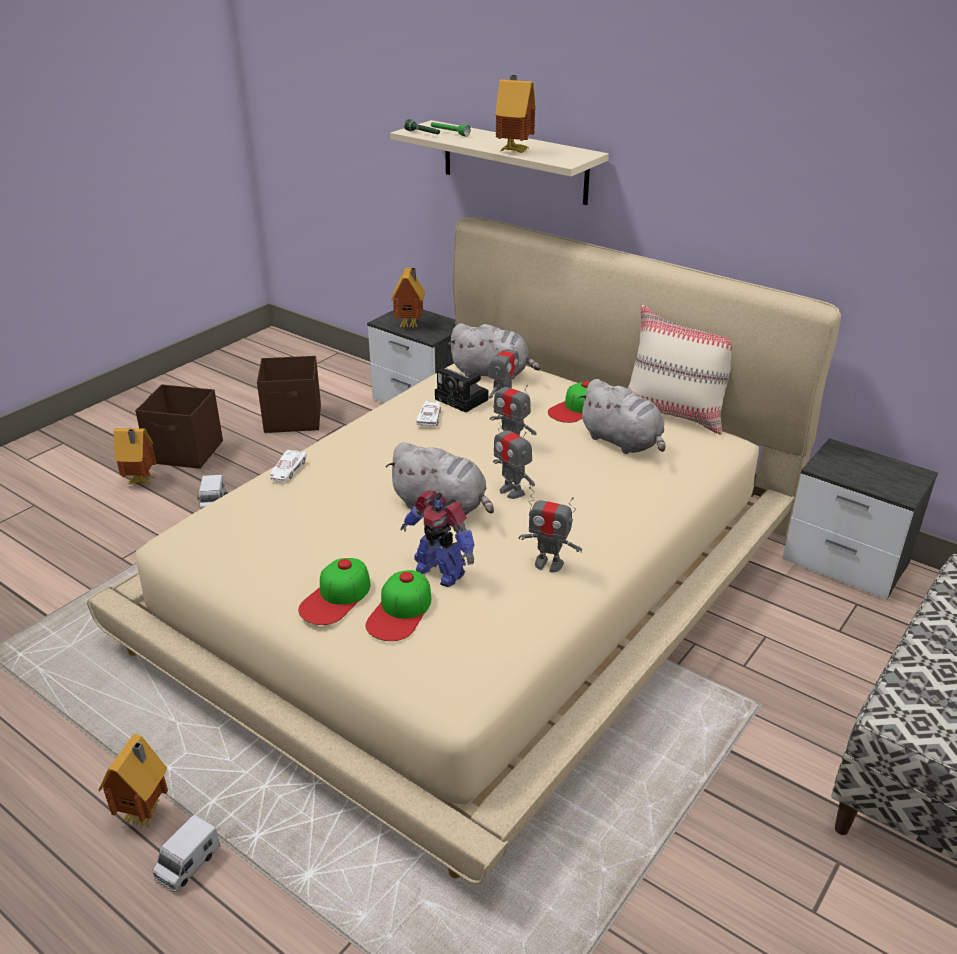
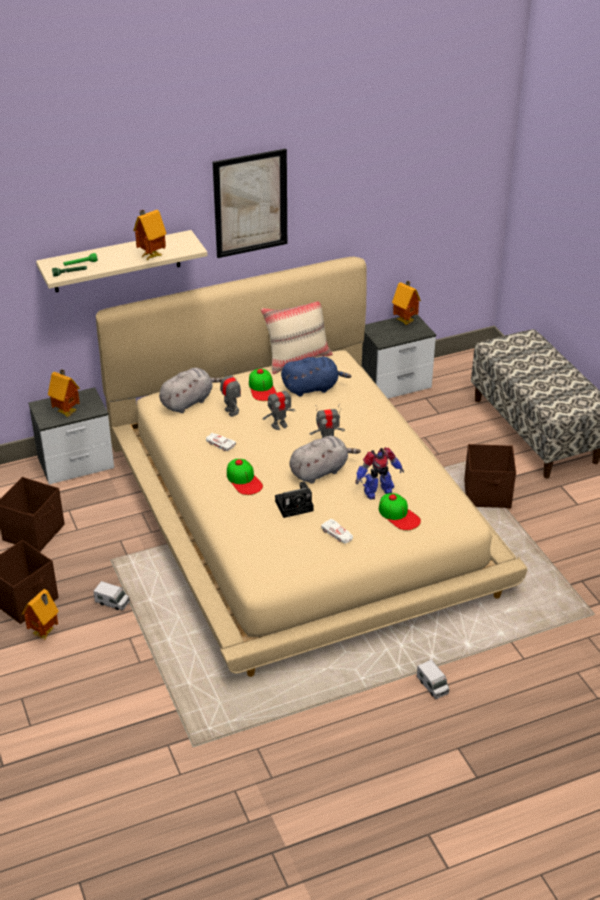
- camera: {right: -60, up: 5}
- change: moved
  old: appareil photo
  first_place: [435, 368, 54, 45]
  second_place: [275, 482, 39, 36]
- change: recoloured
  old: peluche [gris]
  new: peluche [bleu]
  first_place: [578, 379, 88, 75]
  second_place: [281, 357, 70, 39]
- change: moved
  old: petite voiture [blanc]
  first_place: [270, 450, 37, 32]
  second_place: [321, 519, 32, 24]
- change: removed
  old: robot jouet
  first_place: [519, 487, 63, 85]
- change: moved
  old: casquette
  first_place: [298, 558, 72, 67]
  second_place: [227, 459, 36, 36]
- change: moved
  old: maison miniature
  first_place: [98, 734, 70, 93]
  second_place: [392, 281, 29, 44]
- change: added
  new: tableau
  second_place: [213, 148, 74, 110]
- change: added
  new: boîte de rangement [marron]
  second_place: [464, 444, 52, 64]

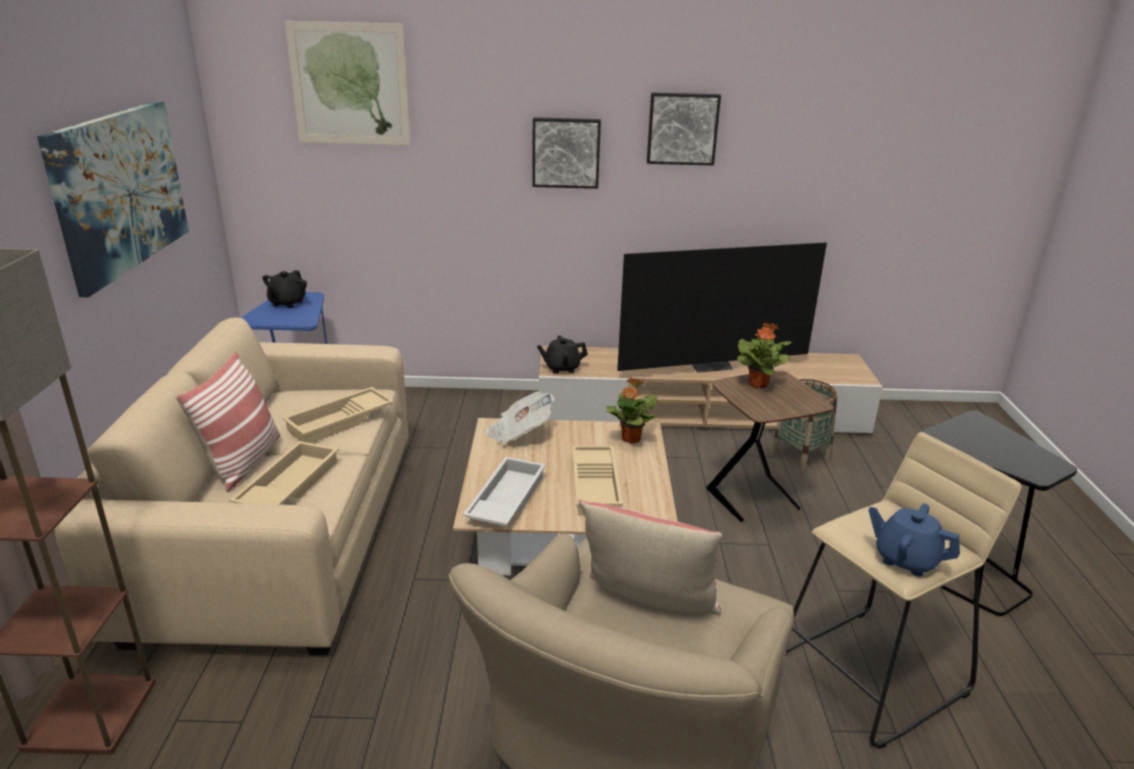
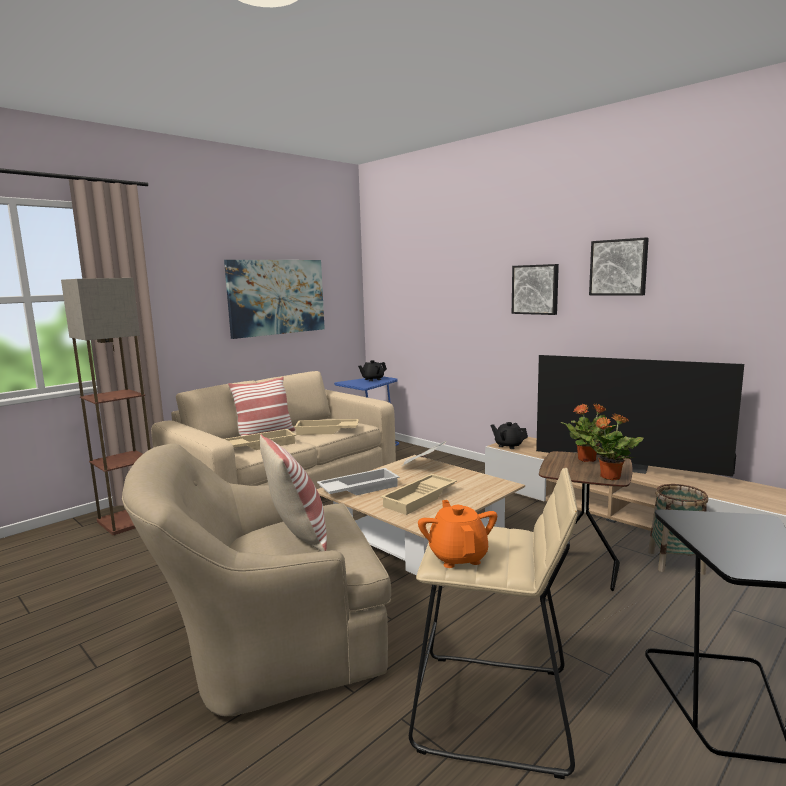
- camera: {right: 45, up: -15}
- change: removed
  old: tableau
  first_place: [285, 21, 126, 124]
- change: moved
  old: plante en pot
  first_place: [606, 377, 52, 66]
  second_place: [580, 413, 64, 67]
- change: recoloured
  old: théière [bleu]
  new: théière [orange]
  first_place: [869, 504, 91, 72]
  second_place: [418, 500, 79, 68]

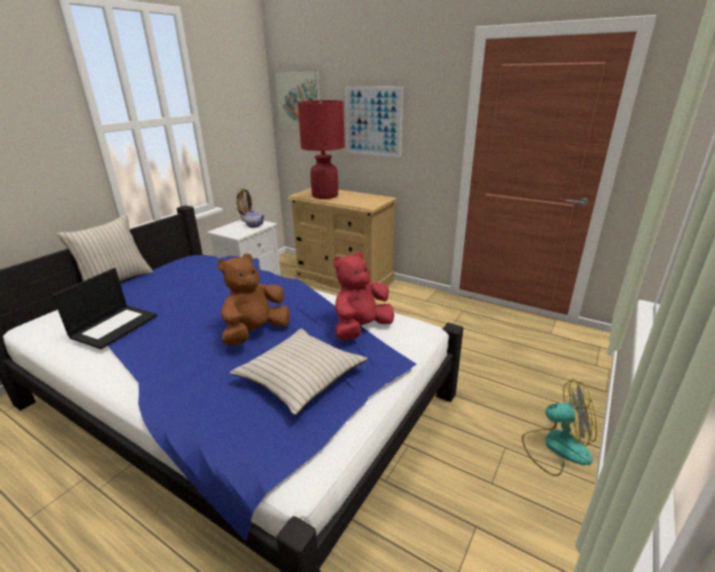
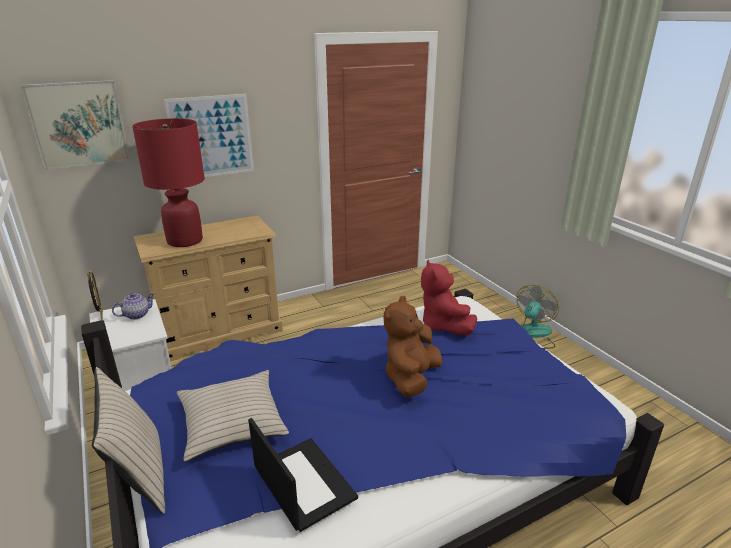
- camera: {right: -60, up: 0}
- change: turned
  old: peluche [marron]
  first_place: [218, 254, 72, 92]
  second_place: [384, 296, 58, 101]
  degrees: 45
- change: moved
  old: coussin [beige]
  first_place: [230, 329, 138, 86]
  second_place: [177, 370, 112, 92]

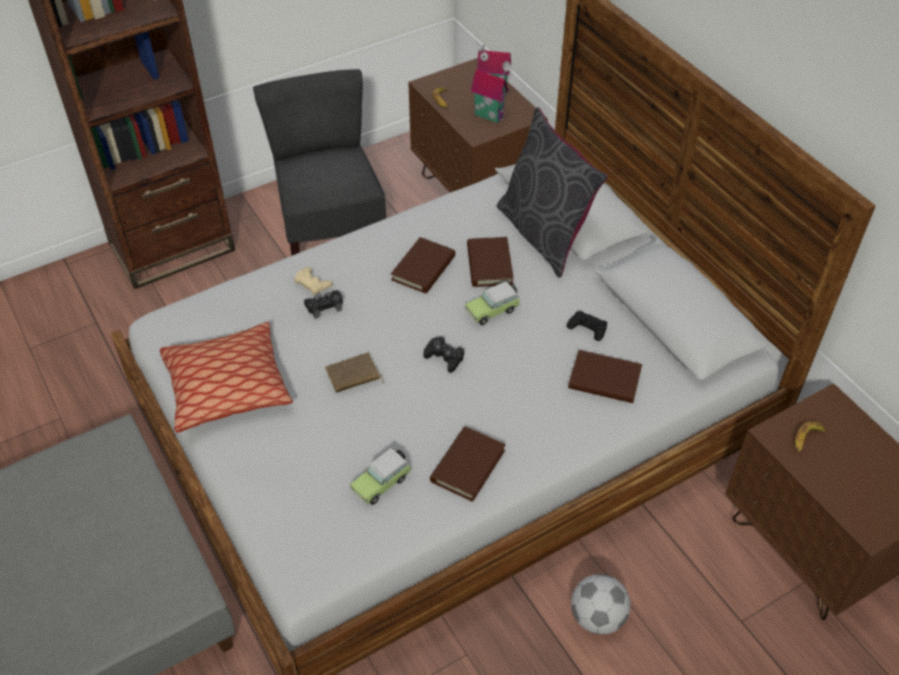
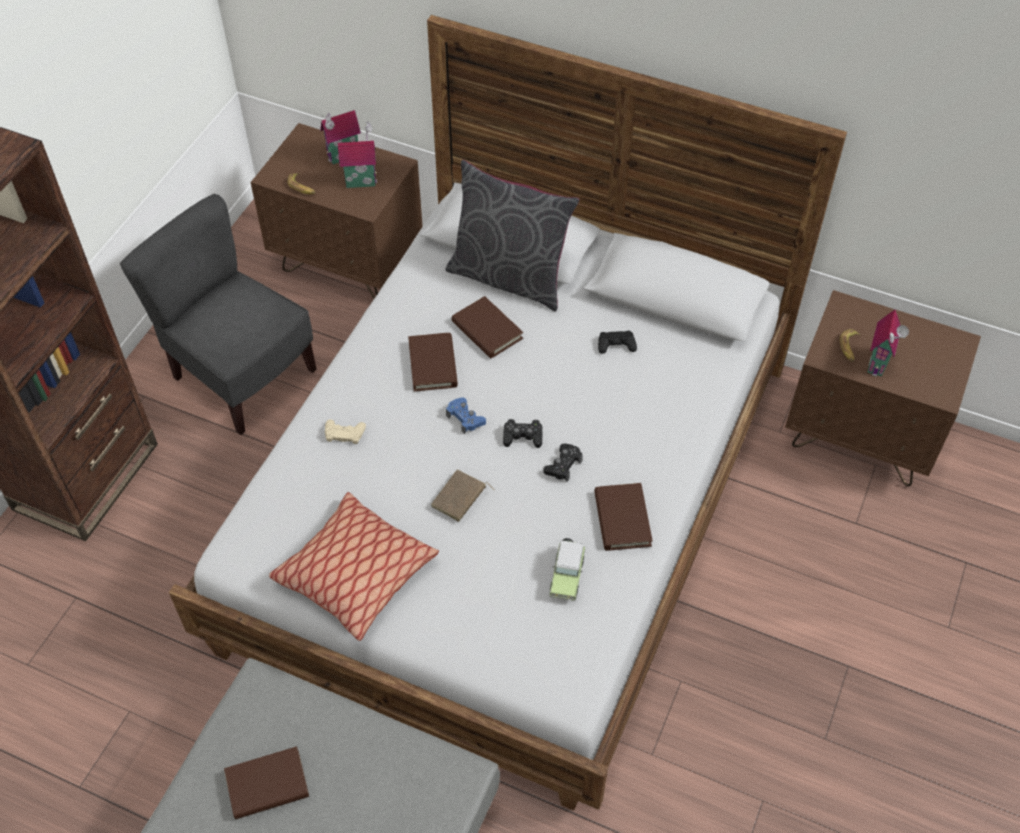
- camera: {right: -35, up: 5}
- change: removed
  old: petite voiture
  first_place: [465, 281, 55, 44]
- change: moved
  old: manette [noir]
  first_place: [304, 290, 39, 29]
  second_place: [543, 444, 40, 38]
- change: moved
  old: livre [marron]
  first_place: [568, 350, 74, 53]
  second_place: [224, 747, 85, 72]
- change: removed
  old: ballon de foot
  first_place: [571, 574, 59, 61]
- change: added
  new: maison miniature
  second_place: [867, 309, 42, 68]
- change: added
  new: manette [bleu]
  second_place: [446, 398, 40, 36]

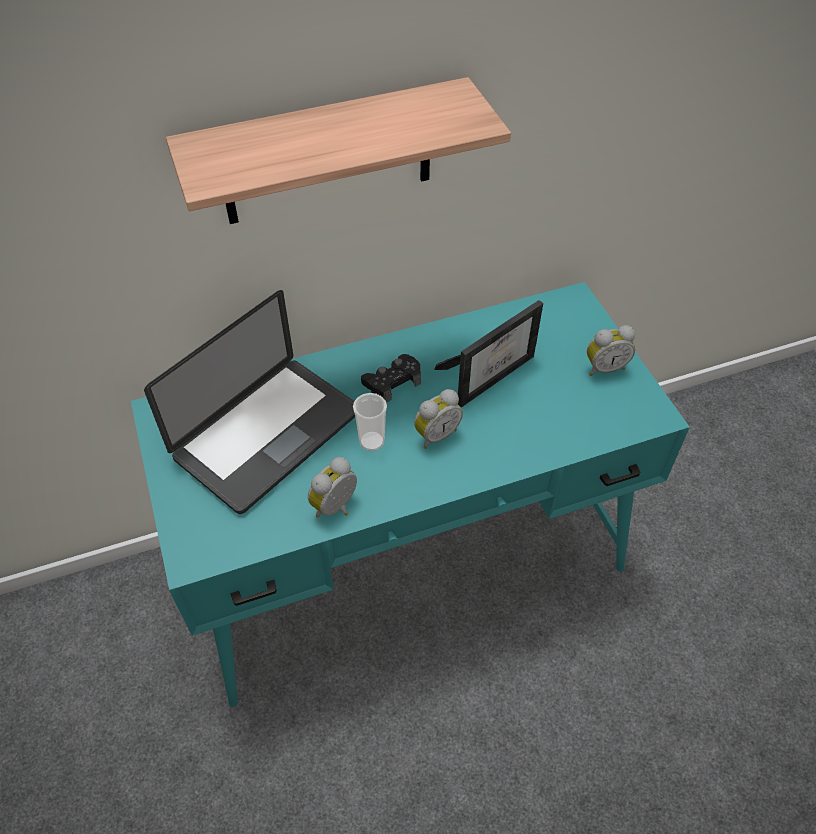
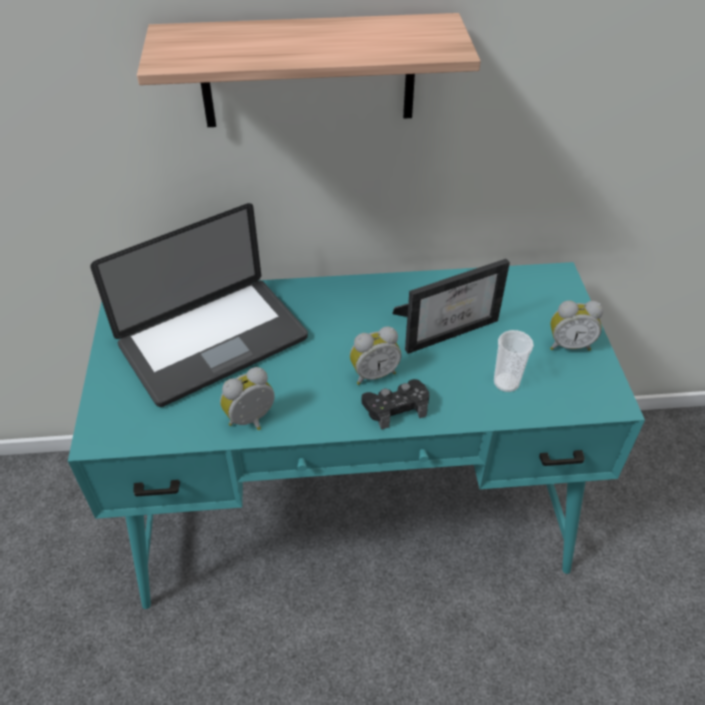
- camera: {right: 15, up: -5}
- change: moved
  old: manette [noir]
  first_place: [361, 354, 60, 49]
  second_place: [362, 379, 67, 51]
- change: moved
  old: tasse
  first_place: [353, 393, 34, 58]
  second_place: [494, 330, 40, 62]

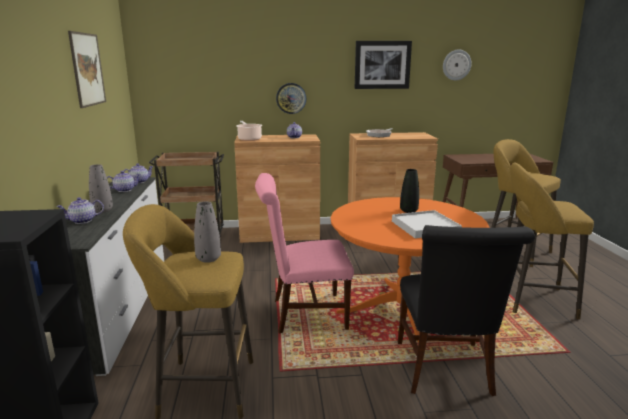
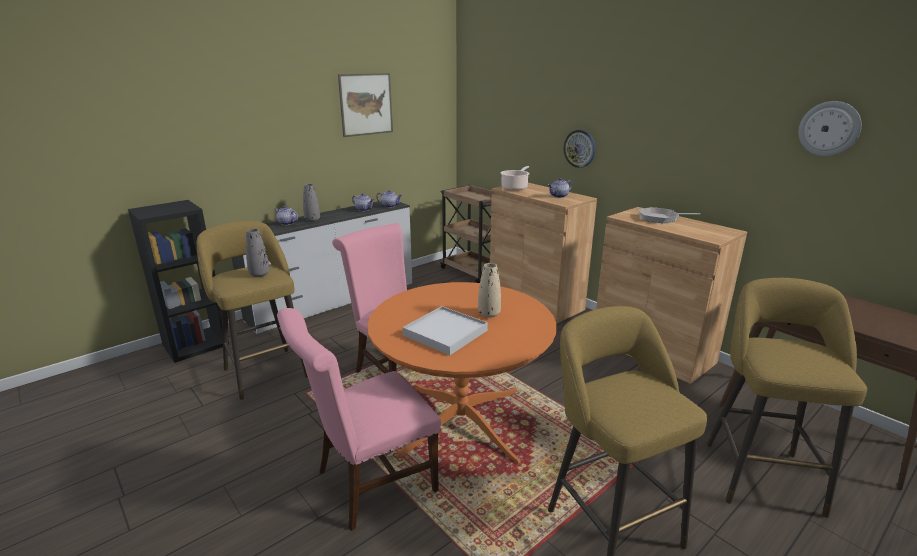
- camera: {right: 55, up: 5}
- change: removed
  old: tableau
  first_place: [355, 41, 57, 48]
- change: recoloured
  old: vase [noir]
  new: vase [beige]
  first_place: [400, 169, 19, 44]
  second_place: [478, 263, 23, 55]
- change: recoloured
  old: chaise [noir]
  new: chaise [rose]
  first_place: [398, 225, 137, 171]
  second_place: [277, 308, 164, 223]

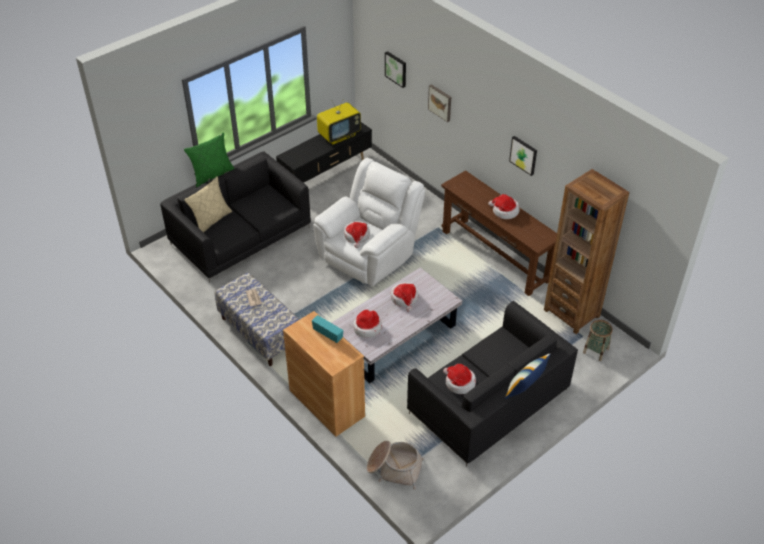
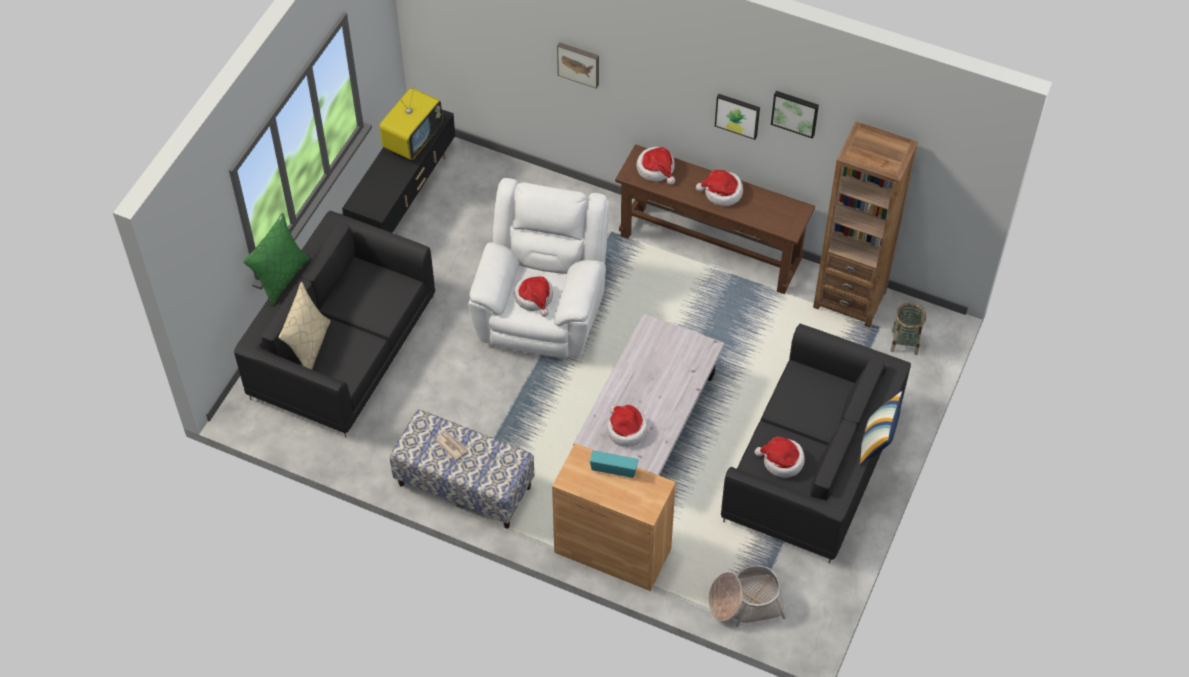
- camera: {right: -25, up: 10}
- change: moved
  old: tableau
  first_place: [385, 51, 21, 37]
  second_place: [771, 91, 48, 48]
- change: moved
  old: chapeau
  first_place: [391, 282, 27, 30]
  second_place: [637, 147, 38, 38]

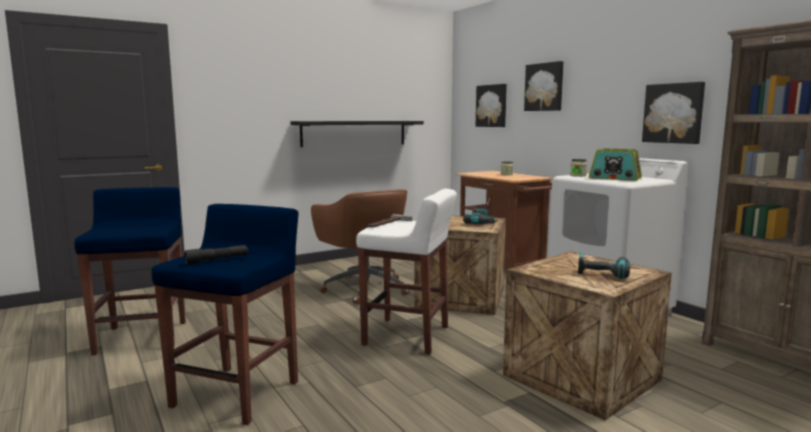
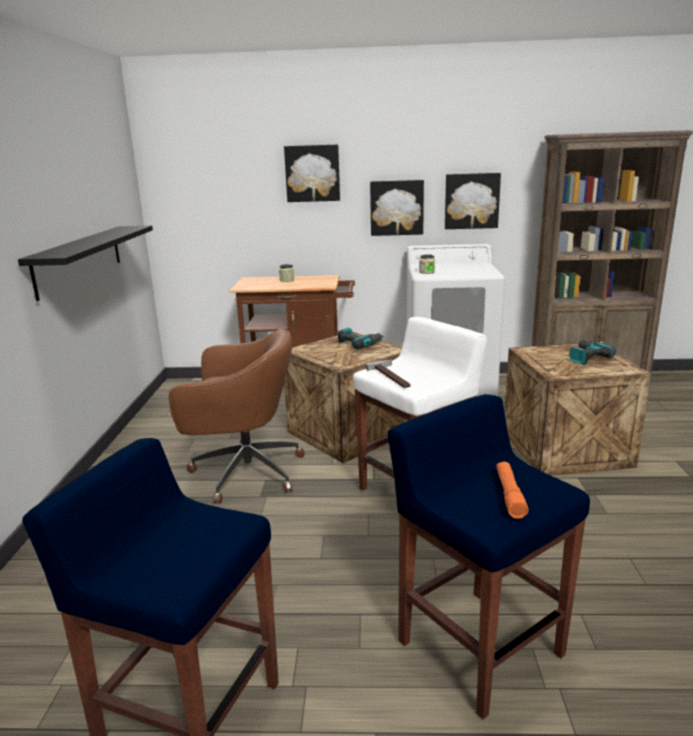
- camera: {right: -55, up: 10}
- change: moved
  old: tableau
  first_place: [476, 84, 31, 43]
  second_place: [370, 180, 54, 56]
- change: removed
  old: radio
  first_place: [589, 148, 53, 33]
- change: recoloured
  old: lampe de poche [noir]
  new: lampe de poche [orange]
  first_place: [184, 245, 65, 19]
  second_place: [496, 462, 32, 57]

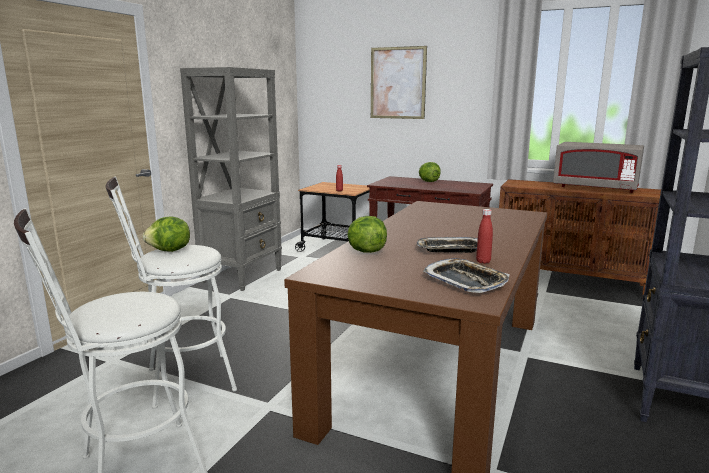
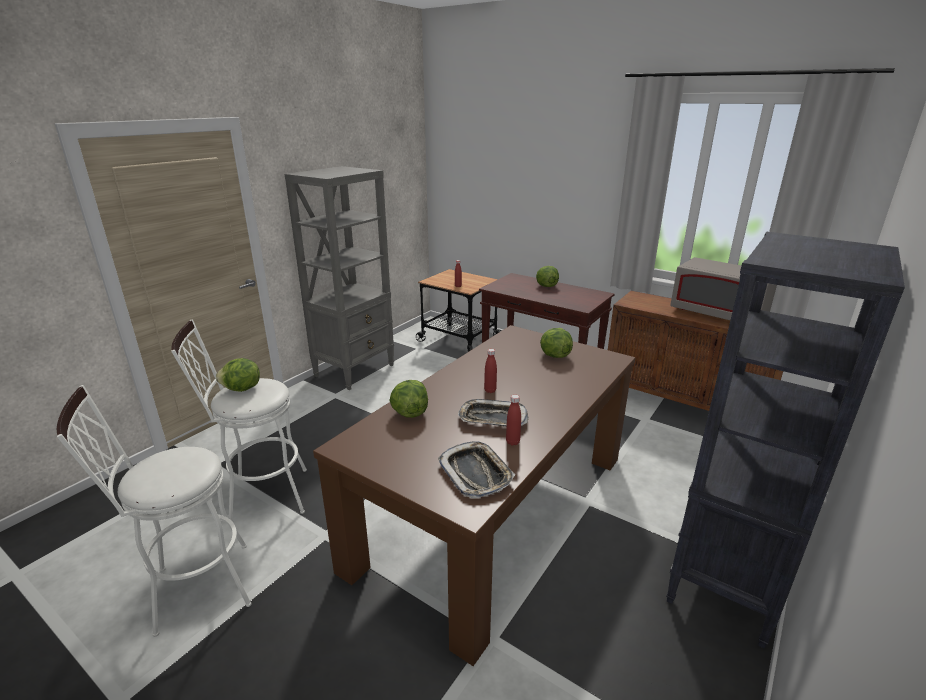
- camera: {right: 10, up: 10}
- change: removed
  old: tableau
  first_place: [371, 46, 56, 73]
- change: added
  new: laitue
  second_place: [540, 328, 33, 30]
- change: added
  new: bouteille [rouge]
  second_place: [484, 349, 13, 44]

